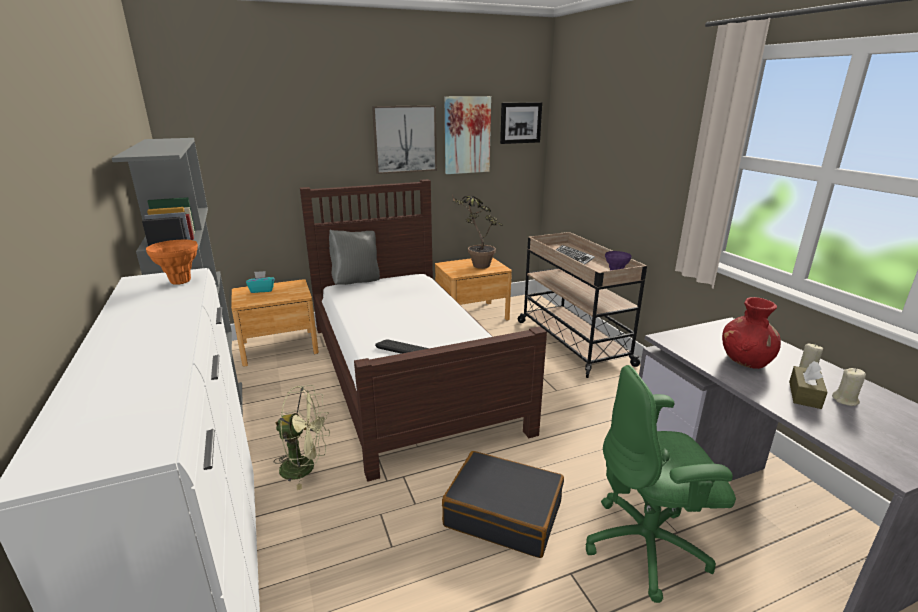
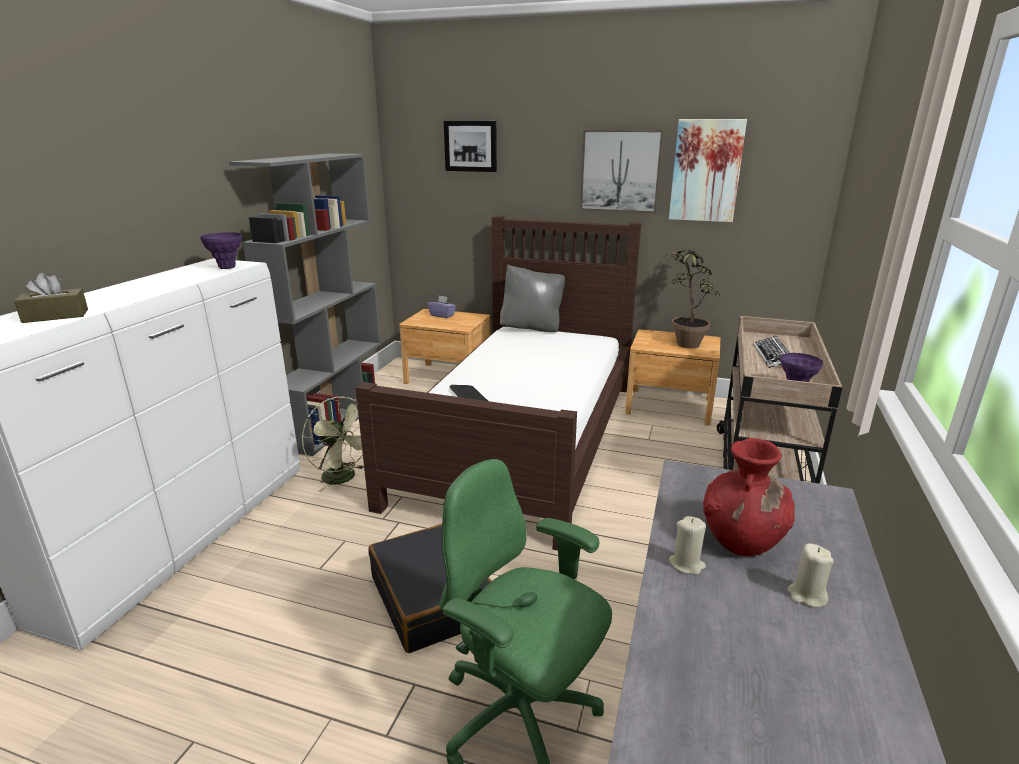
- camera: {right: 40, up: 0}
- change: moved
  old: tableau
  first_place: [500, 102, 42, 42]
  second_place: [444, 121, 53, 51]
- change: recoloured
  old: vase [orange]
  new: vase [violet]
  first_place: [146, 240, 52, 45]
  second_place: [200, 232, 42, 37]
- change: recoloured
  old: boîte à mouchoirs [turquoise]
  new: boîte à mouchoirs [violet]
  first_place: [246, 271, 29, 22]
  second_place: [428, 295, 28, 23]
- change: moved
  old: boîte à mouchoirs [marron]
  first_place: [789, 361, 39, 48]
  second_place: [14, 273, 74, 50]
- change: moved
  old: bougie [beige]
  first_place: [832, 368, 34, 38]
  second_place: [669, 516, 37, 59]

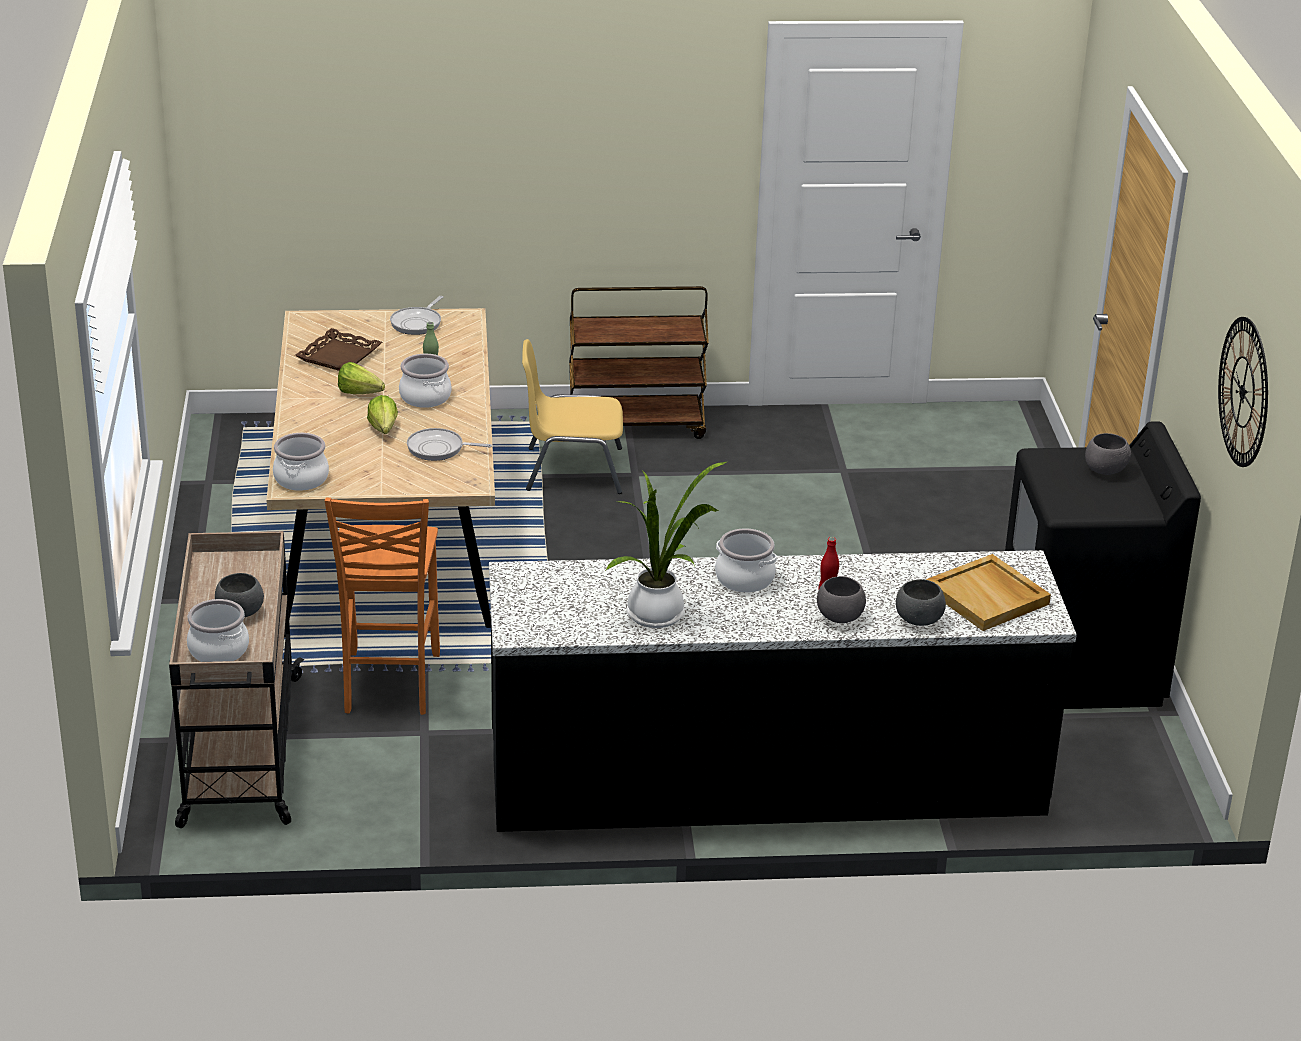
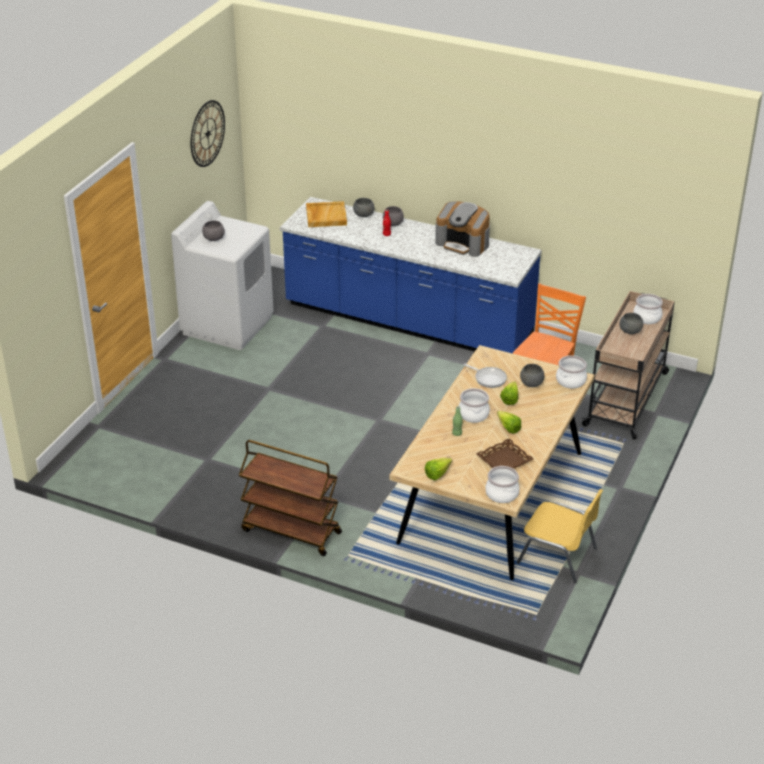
- camera: {right: -150, up: 5}
- change: replaced
  old: poêle
  new: laitue
  first_place: [390, 296, 53, 39]
  second_place: [425, 458, 27, 22]
- change: moved
  old: chaise [jaune]
  first_place: [522, 339, 101, 155]
  second_place: [517, 489, 86, 94]
- change: recoloured
  old: lave-linge [noir]
  new: lave-linge [blanc]
  first_place: [1005, 421, 196, 288]
  second_place: [171, 201, 103, 149]
- change: replaced
  old: plante en pot
  new: machine à café
  first_place: [605, 462, 121, 166]
  second_place: [435, 201, 55, 56]
- change: moved
  old: marmite
  first_place: [715, 529, 62, 63]
  second_place: [485, 466, 35, 37]
- change: recoloured
  old: comptoir de cuisine [noir]
  new: comptoir de cuisine [bleu]
  first_place: [489, 550, 588, 282]
  second_place: [280, 197, 262, 157]
- change: added
  new: bol [gris]
  second_place: [520, 364, 24, 23]

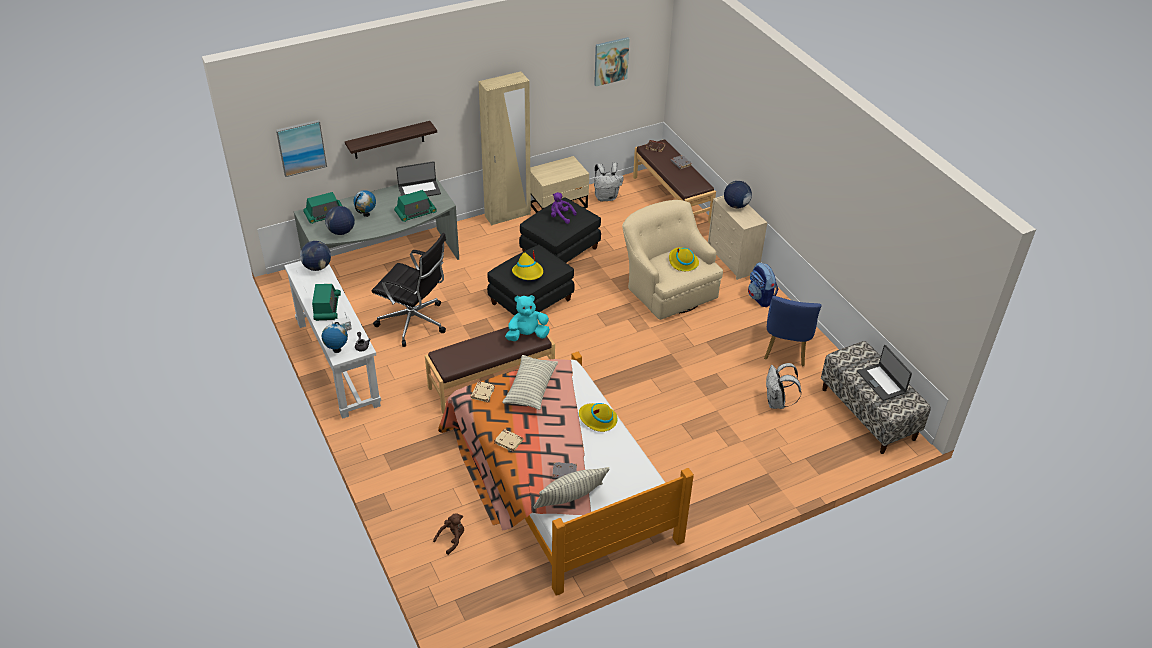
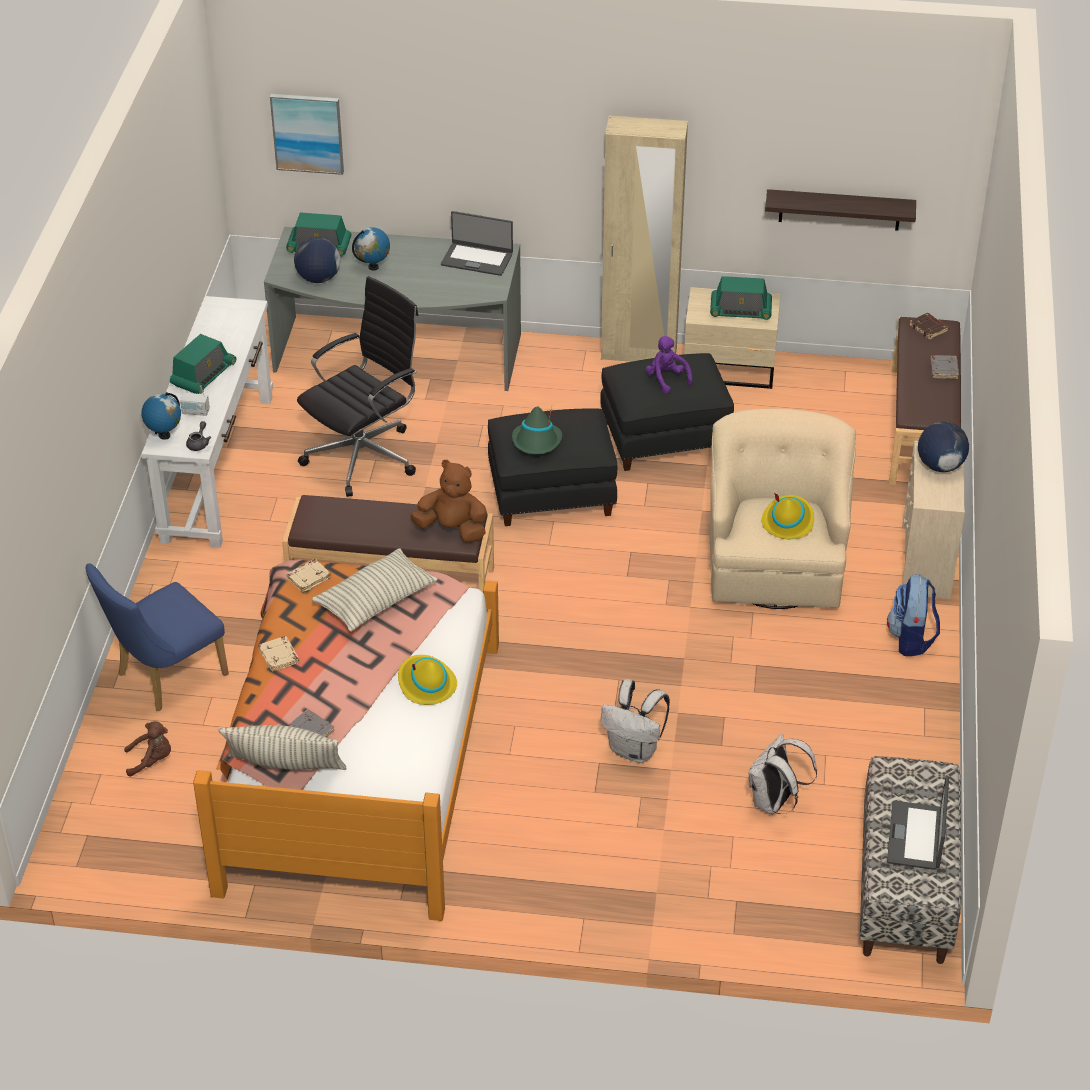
- camera: {right: 35, up: 0}
- change: removed
  old: tableau
  first_place: [594, 37, 36, 49]
- change: moved
  old: étagère
  first_place: [345, 121, 92, 38]
  second_place: [765, 189, 151, 42]
- change: moved
  old: sac à dos [blanc]
  first_place: [594, 162, 30, 39]
  second_place: [600, 679, 70, 84]
- change: moved
  old: radio
  first_place: [394, 190, 43, 32]
  second_place: [710, 276, 62, 44]
- change: turned
  old: chaise de bureau [noir]
  first_place: [372, 233, 74, 114]
  second_place: [297, 276, 121, 221]
  degrees: -105
- change: removed
  old: globe
  first_place: [300, 241, 31, 30]
- change: recoloured
  old: chapeau [jaune]
  new: chapeau [vert]
  first_place: [512, 250, 31, 30]
  second_place: [512, 406, 50, 48]
- change: recoloured
  old: peluche [turquoise]
  new: peluche [marron]
  first_place: [505, 295, 45, 46]
  second_place: [410, 460, 77, 83]
- change: moved
  old: chaise [bleu]
  first_place: [764, 296, 57, 70]
  second_place: [85, 563, 144, 148]

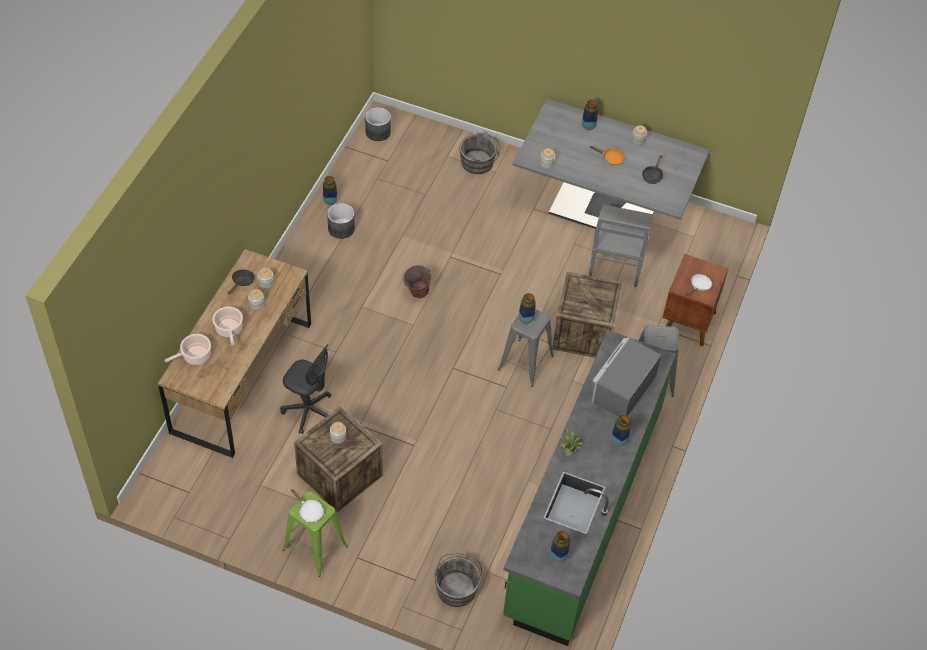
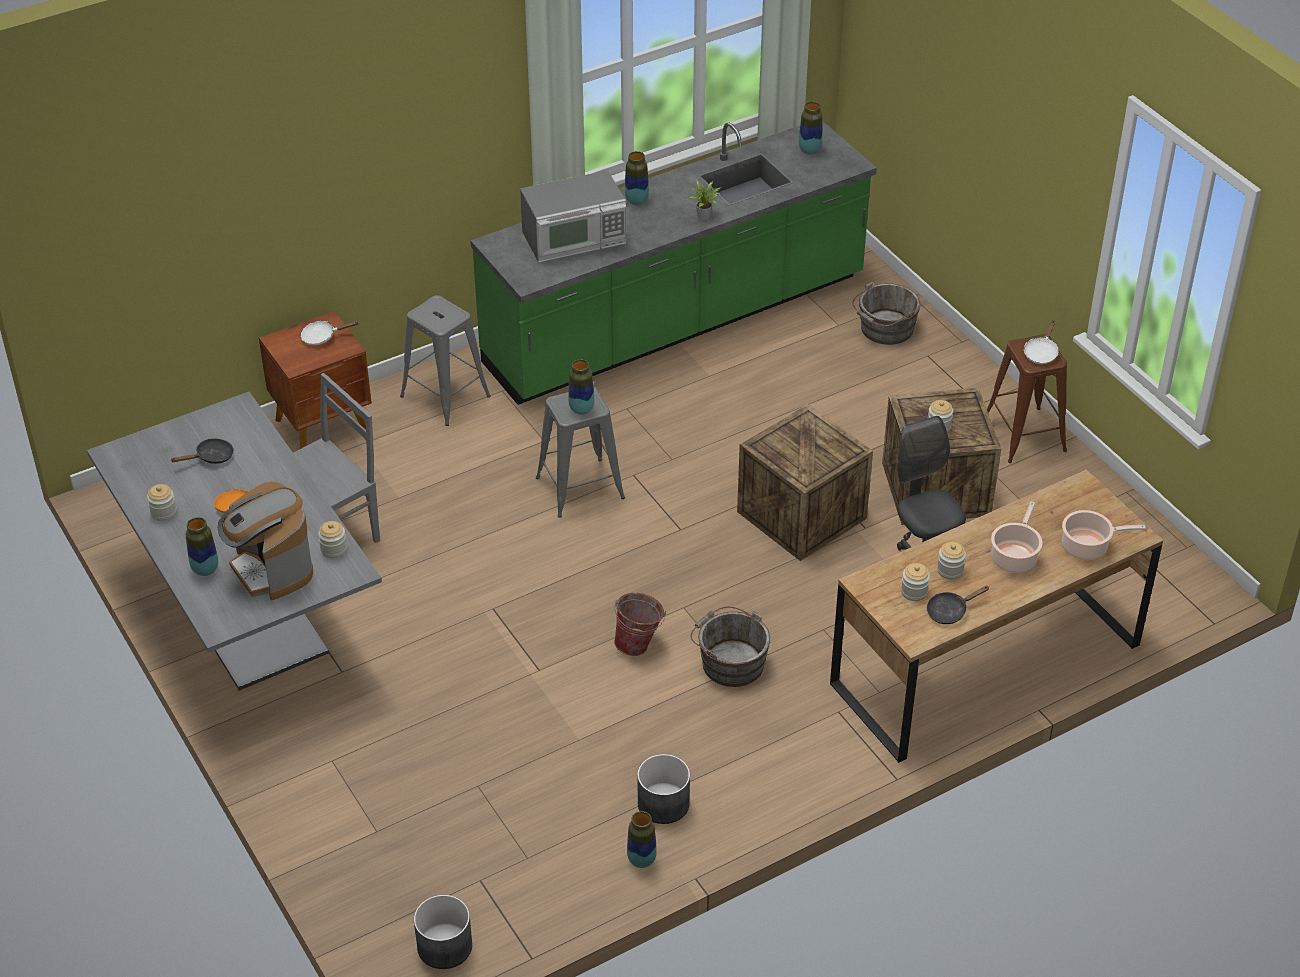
- camera: {right: -140, up: -10}
- change: moved
  old: seau [gris]
  first_place: [459, 132, 41, 42]
  second_place: [690, 607, 80, 80]
- change: moved
  old: caisse
  first_place: [552, 272, 71, 86]
  second_place: [737, 404, 136, 157]
- change: turned
  old: poêle [blanc]
  first_place: [291, 489, 32, 34]
  second_place: [1024, 320, 35, 44]
  degrees: -150
- change: recoloured
  old: tabouret [vert]
  new: tabouret [marron]
  first_place: [282, 491, 66, 86]
  second_place: [987, 334, 80, 129]
- change: added
  new: machine à café
  second_place: [218, 481, 95, 119]

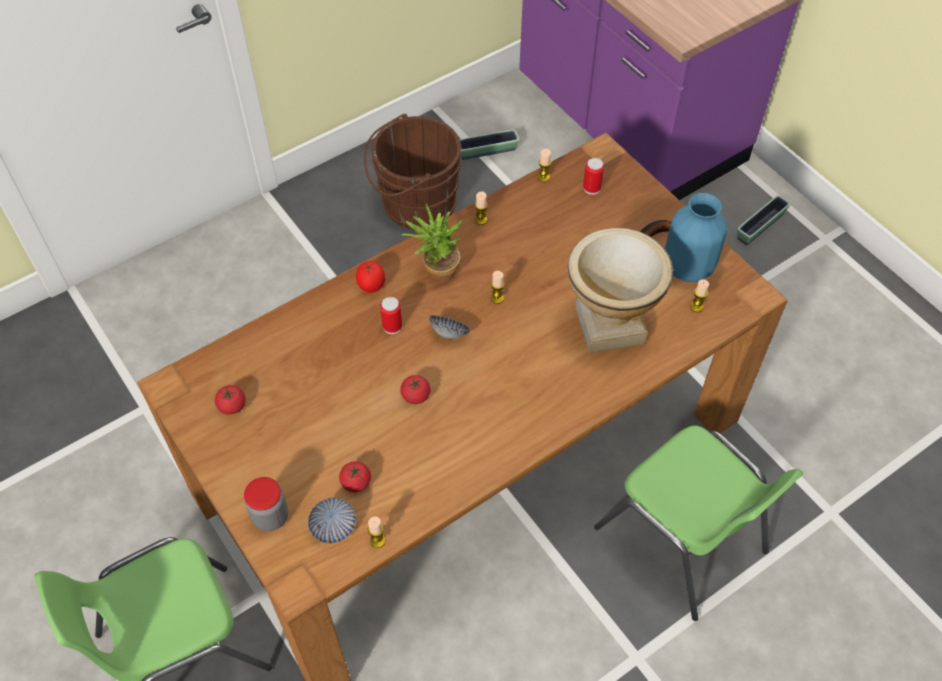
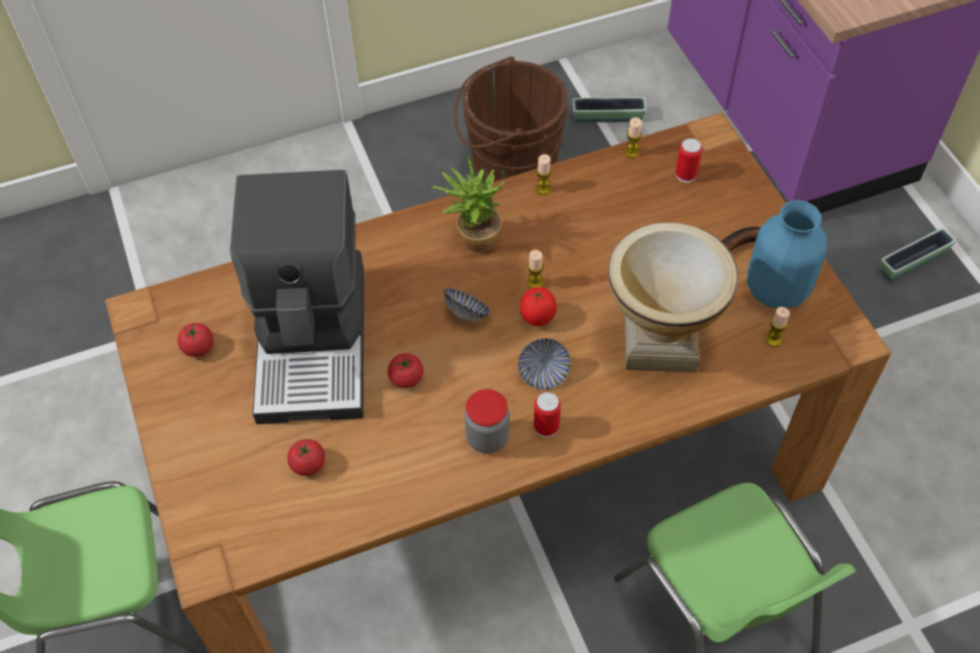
- camera: {right: 15, up: 0}
- change: moved
  old: tomate
  first_place: [356, 261, 30, 32]
  second_place: [520, 287, 37, 39]
- change: moved
  old: boîte métallique
  first_place: [380, 297, 22, 37]
  second_place: [534, 392, 27, 45]
- change: moved
  old: bocal
  first_place: [244, 477, 44, 54]
  second_place: [465, 389, 44, 64]
- change: moved
  old: bol
  first_place: [308, 498, 48, 46]
  second_place: [518, 338, 53, 52]
- change: removed
  old: bougie
  first_place: [368, 516, 17, 32]
- change: added
  new: machine à café
  second_place: [230, 170, 134, 254]

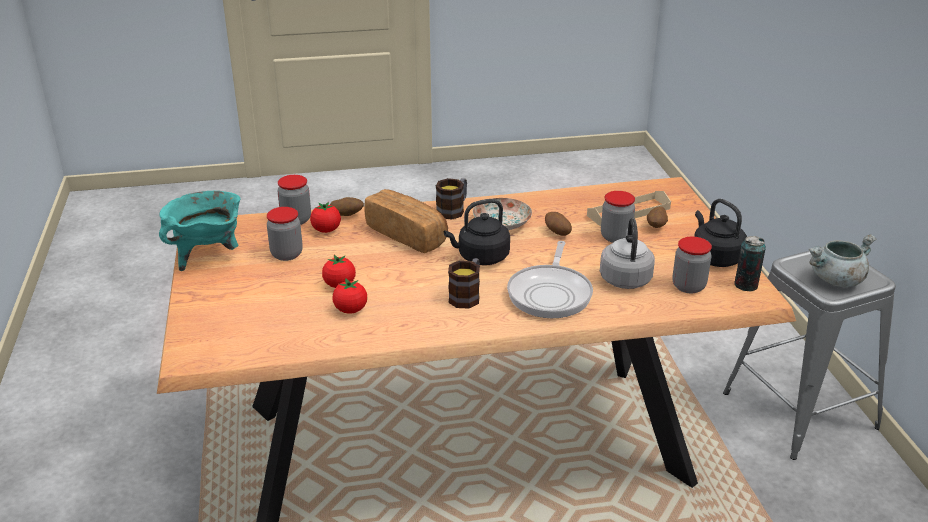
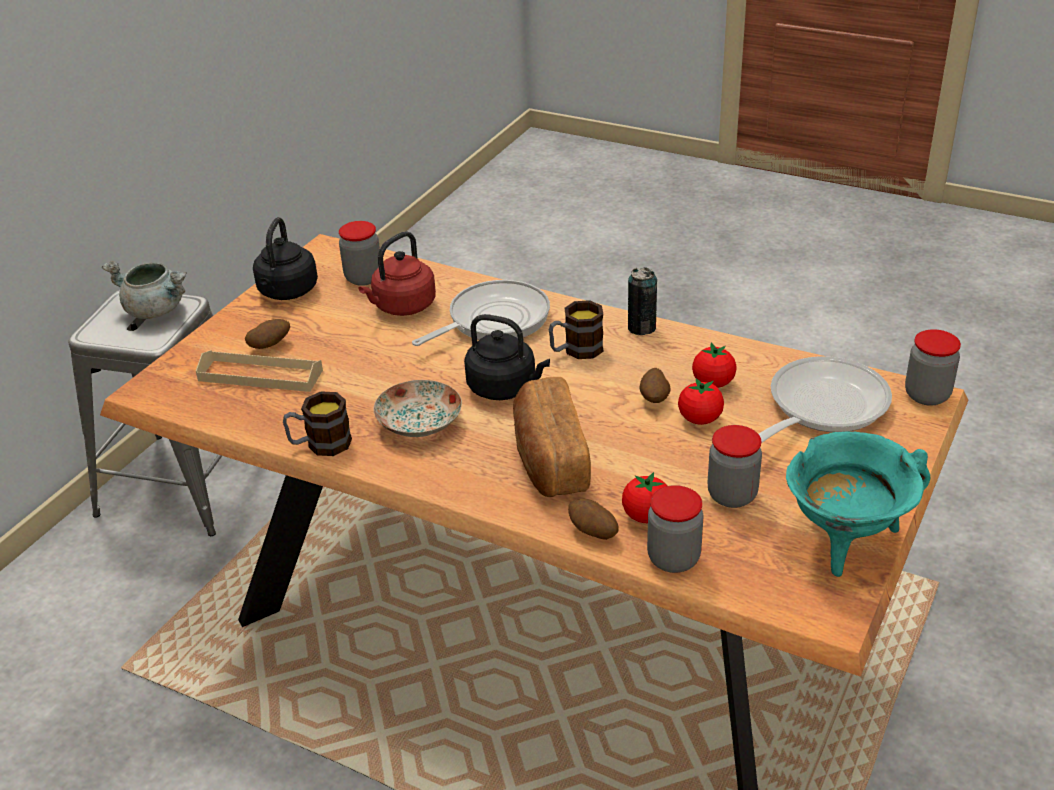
- camera: {right: -140, up: 5}
- change: moved
  old: mug
  first_place: [436, 178, 31, 42]
  second_place: [283, 391, 69, 65]
- change: moved
  old: bocal
  first_place: [601, 191, 34, 52]
  second_place: [905, 329, 56, 77]
- change: moved
  old: pomme de terre
  first_place: [545, 212, 27, 24]
  second_place: [640, 368, 31, 35]
- change: recoloured
  old: bouilloire [gris]
  new: bouilloire [rouge]
  first_place: [600, 218, 55, 71]
  second_place: [359, 231, 77, 85]
- change: moved
  old: boîte métallique
  first_place: [734, 236, 32, 55]
  second_place: [628, 267, 29, 68]
- change: added
  new: poêle
  second_place: [759, 356, 133, 87]

